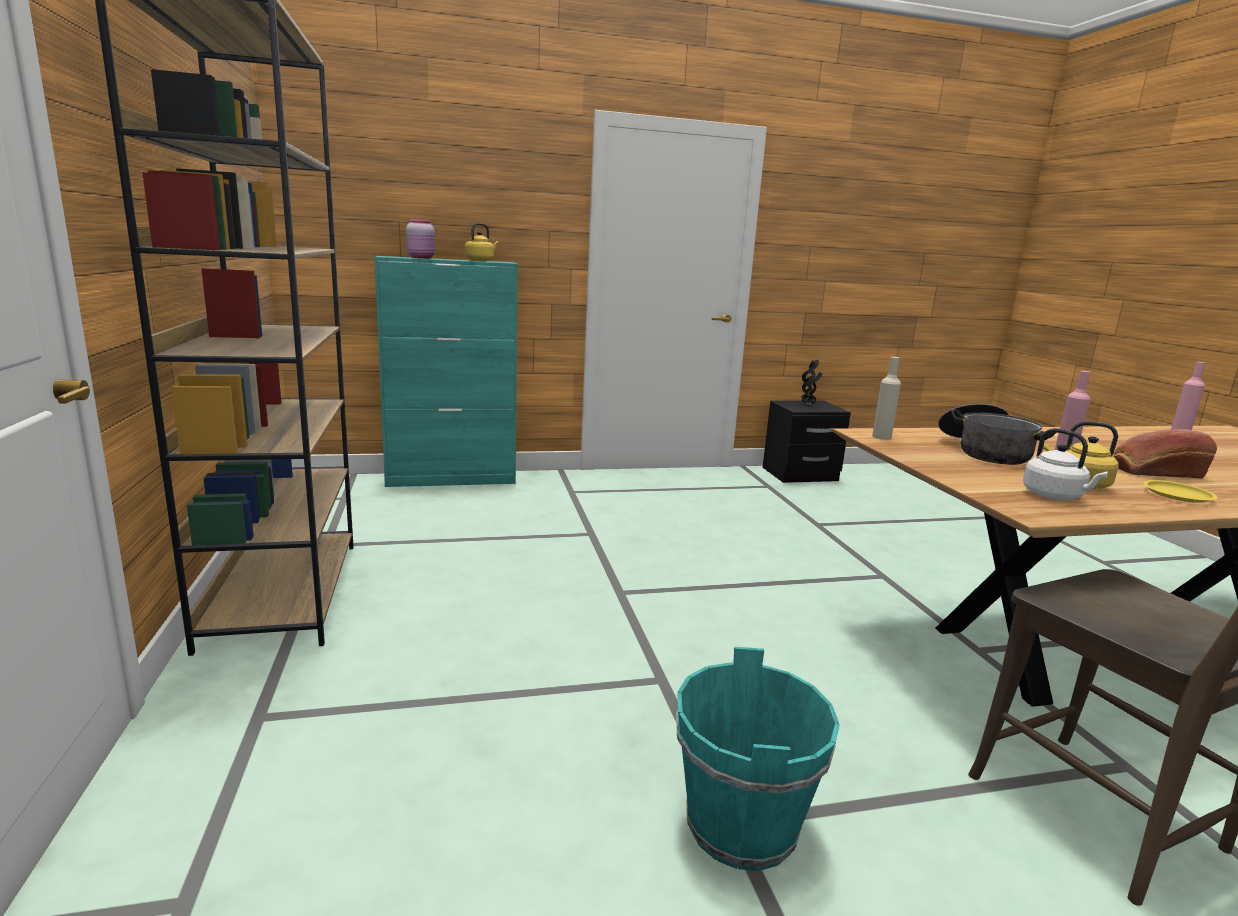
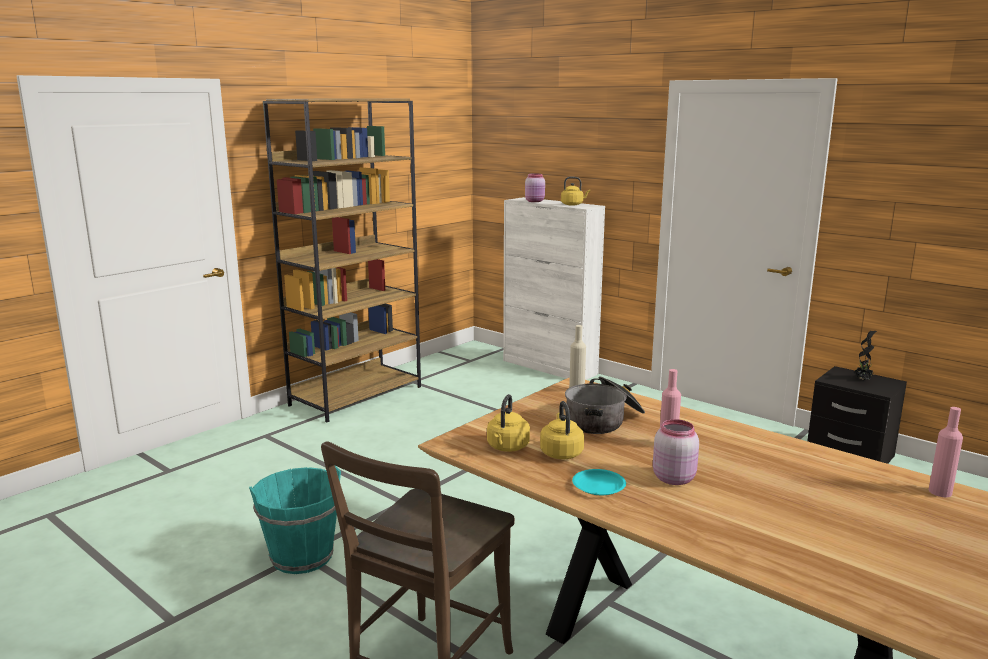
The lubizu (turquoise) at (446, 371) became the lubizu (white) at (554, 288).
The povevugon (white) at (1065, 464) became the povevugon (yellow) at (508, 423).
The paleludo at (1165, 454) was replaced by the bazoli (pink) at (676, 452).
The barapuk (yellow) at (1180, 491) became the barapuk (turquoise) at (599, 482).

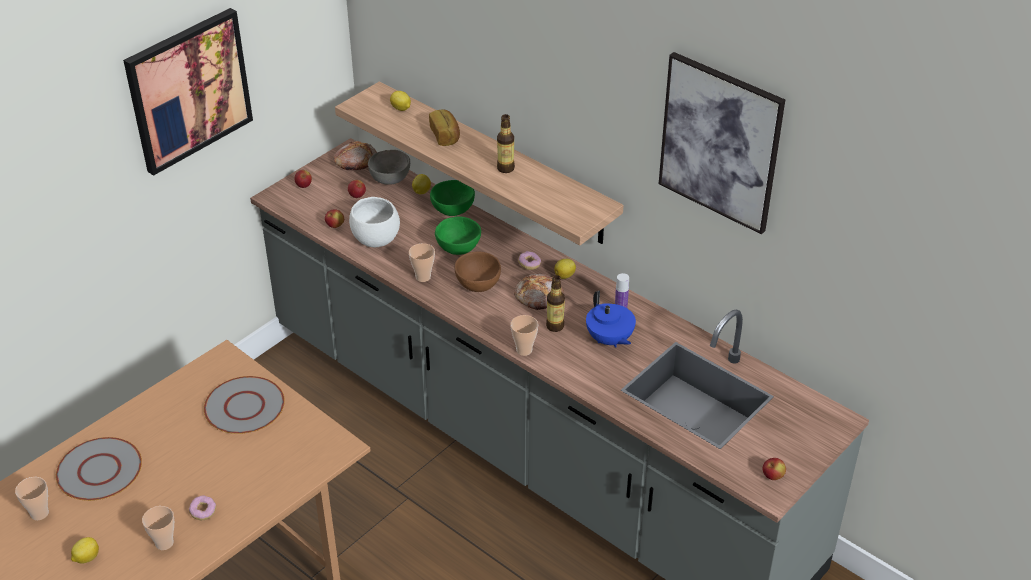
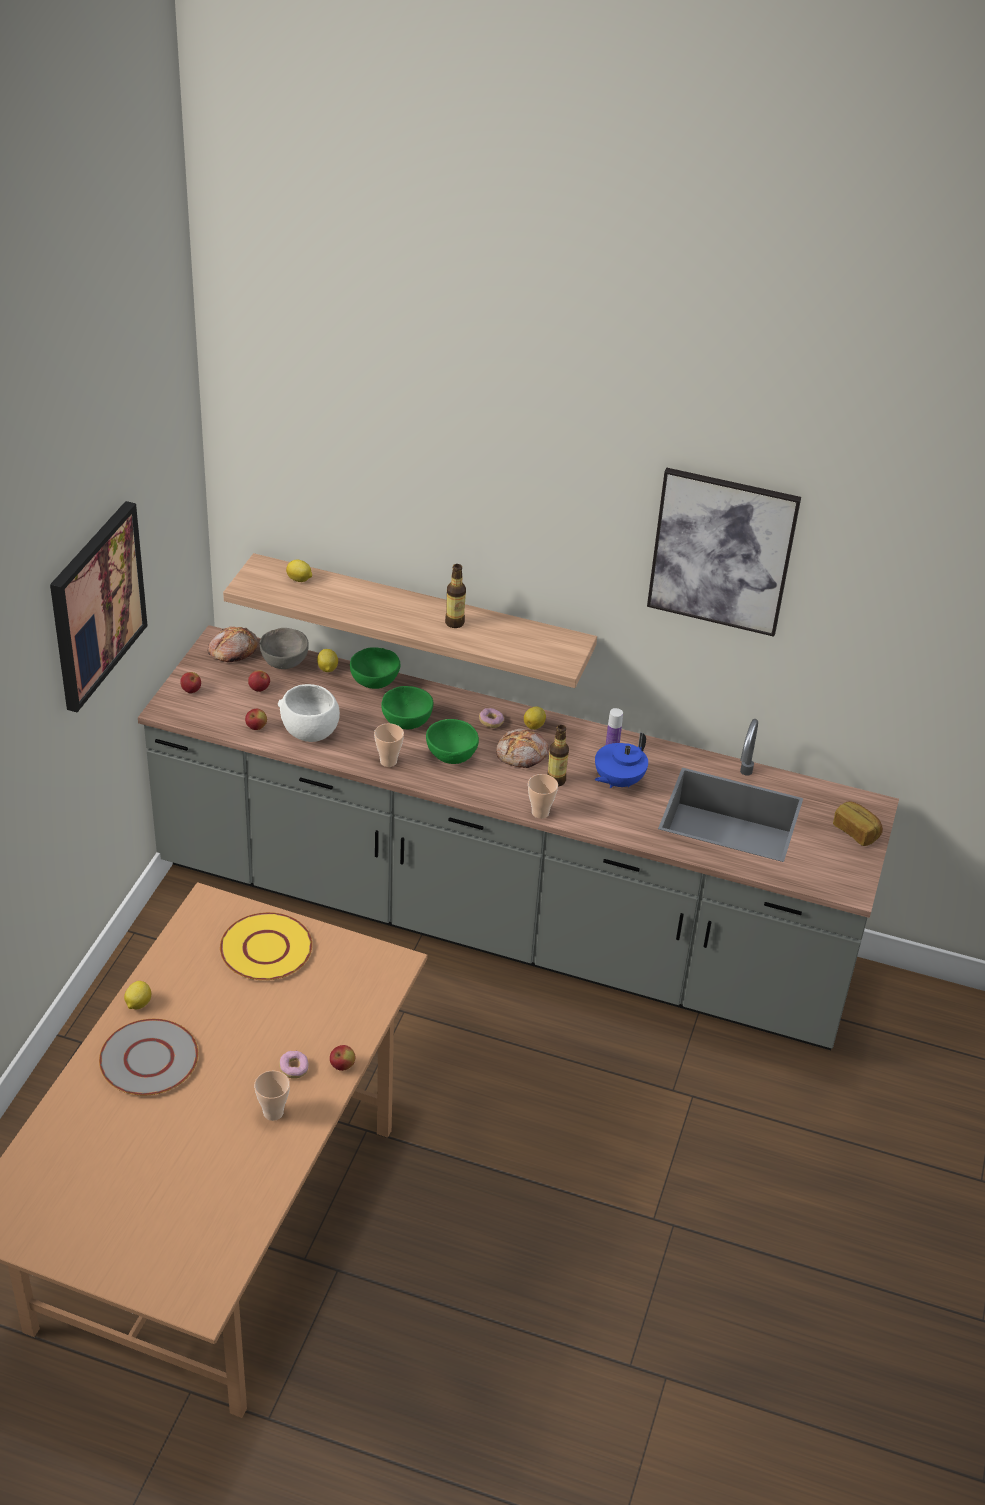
The paleludo moved from (444, 127) to (858, 823).
The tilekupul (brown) at (478, 271) became the tilekupul (green) at (452, 741).
The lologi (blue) at (611, 319) turned 90 degrees clockwise.
The barapuk (grey) at (244, 405) became the barapuk (yellow) at (266, 946).
The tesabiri moved from (774, 469) to (342, 1058).
The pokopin at (32, 498) disappeared.
The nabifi moved from (85, 550) to (137, 995).

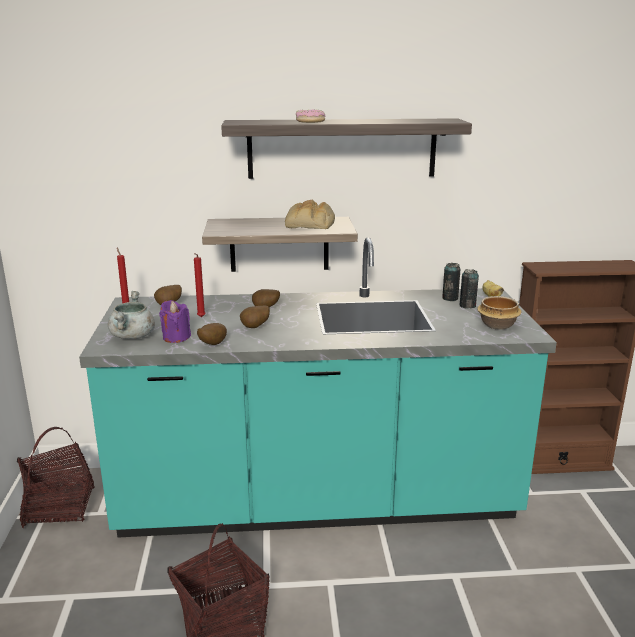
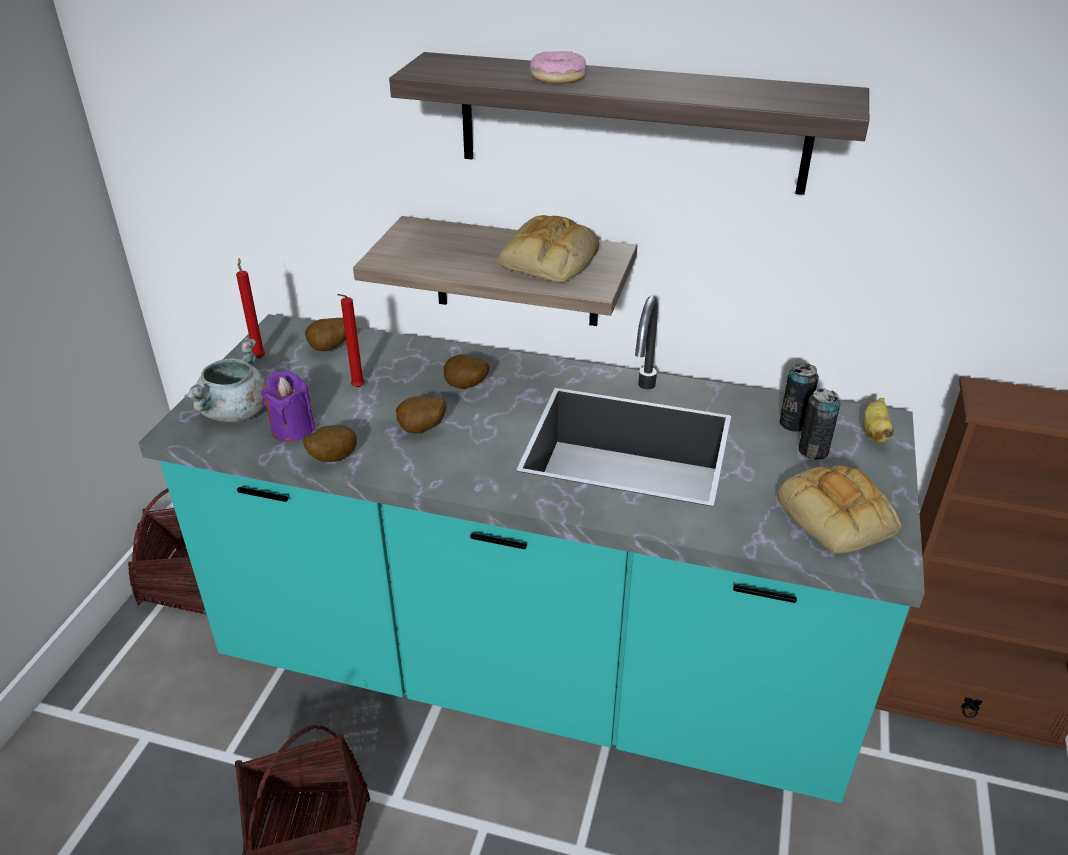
The tilekupul at (499, 313) was replaced by the paleludo at (839, 509).

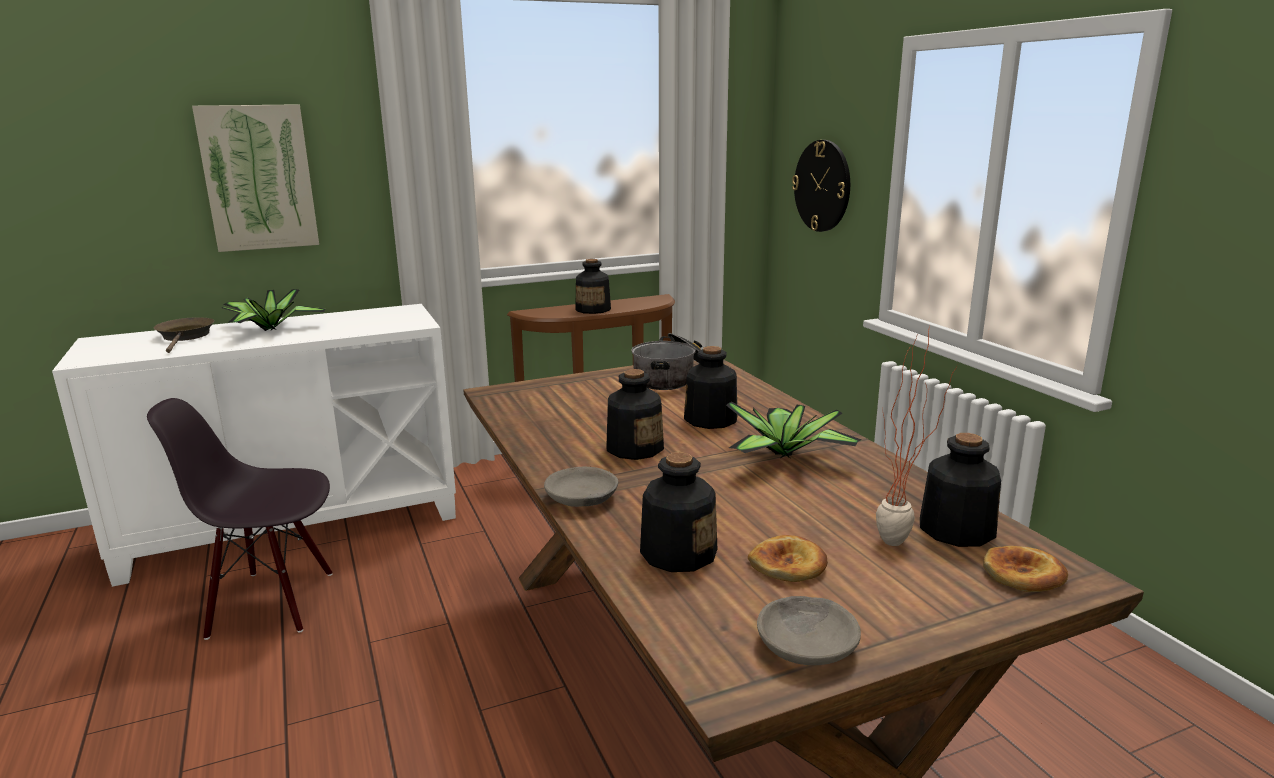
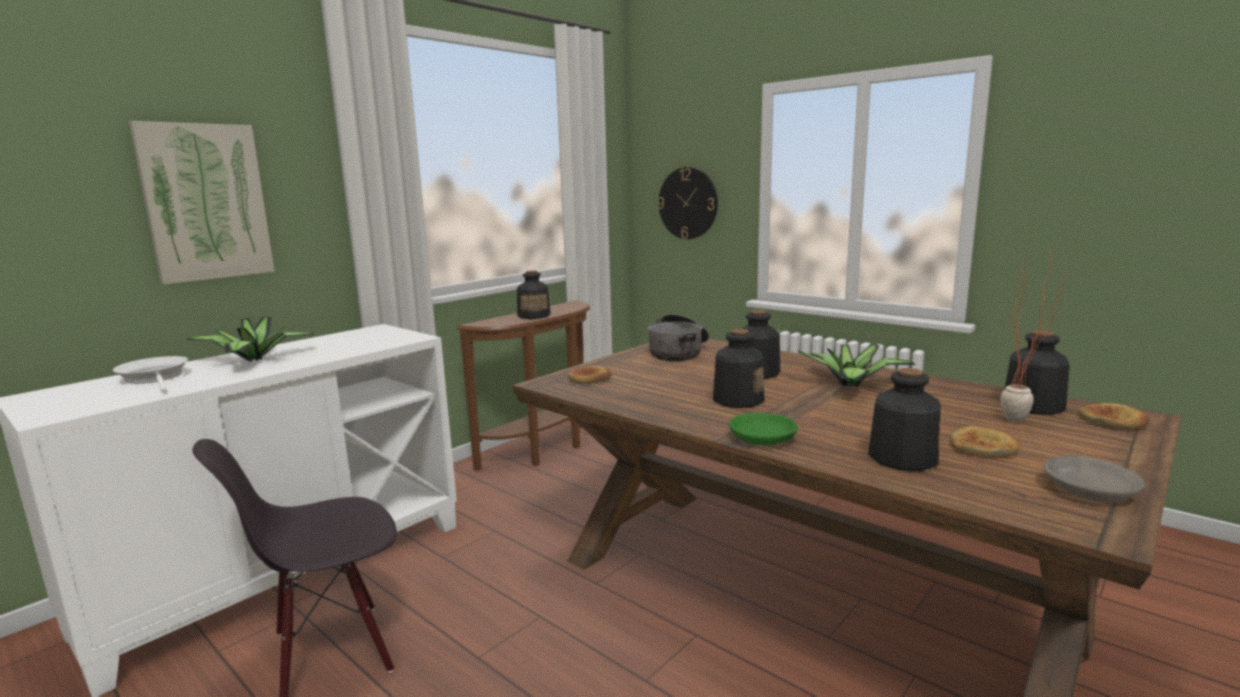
The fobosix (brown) at (184, 335) became the fobosix (white) at (150, 374).
The tilekupul (grey) at (581, 487) became the tilekupul (green) at (763, 429).
The paleludo at (590, 375) appeared.

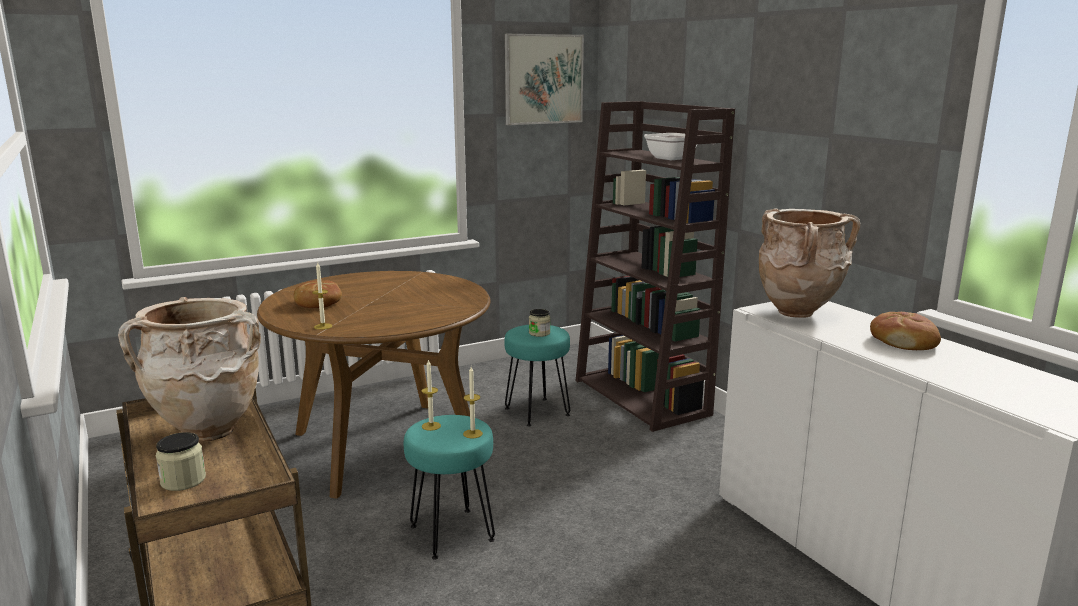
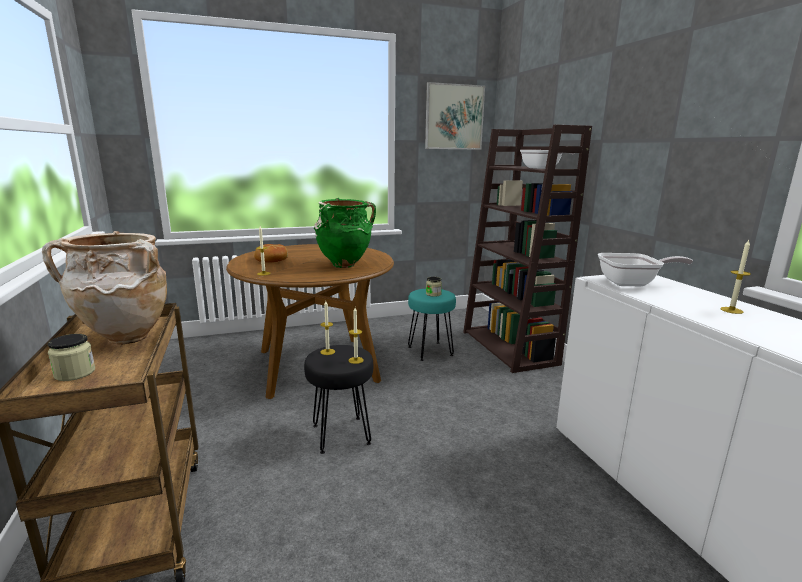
The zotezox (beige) at (810, 263) was replaced by the fobosix at (645, 269).
The paleludo at (905, 331) was replaced by the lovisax at (735, 277).
The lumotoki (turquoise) at (449, 487) became the lumotoki (black) at (338, 399).
The zotezox (green) at (345, 233) appeared.

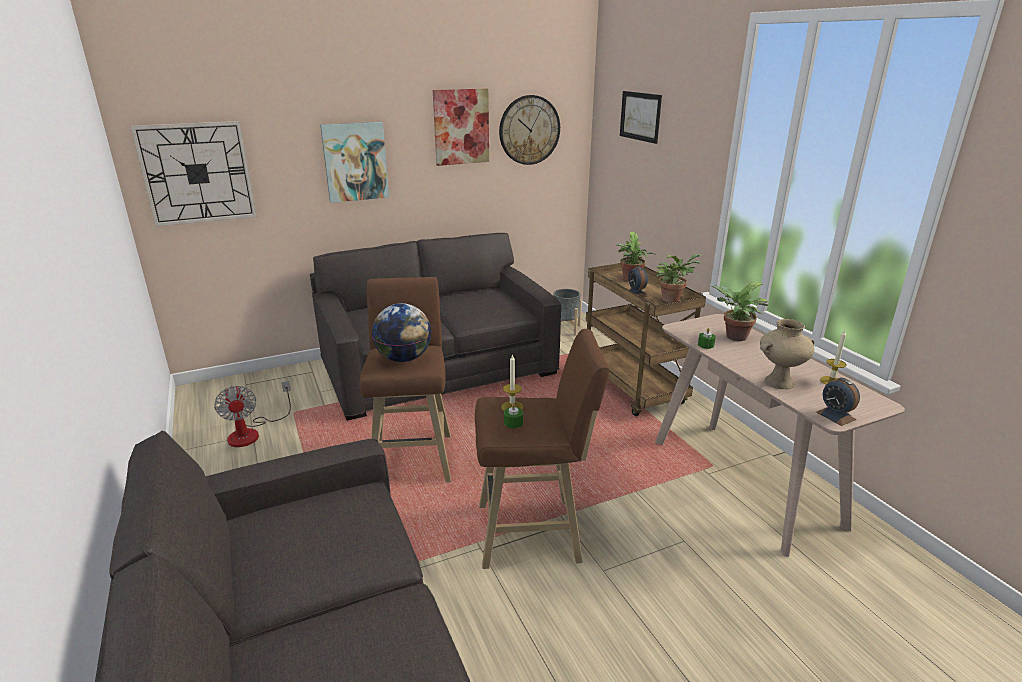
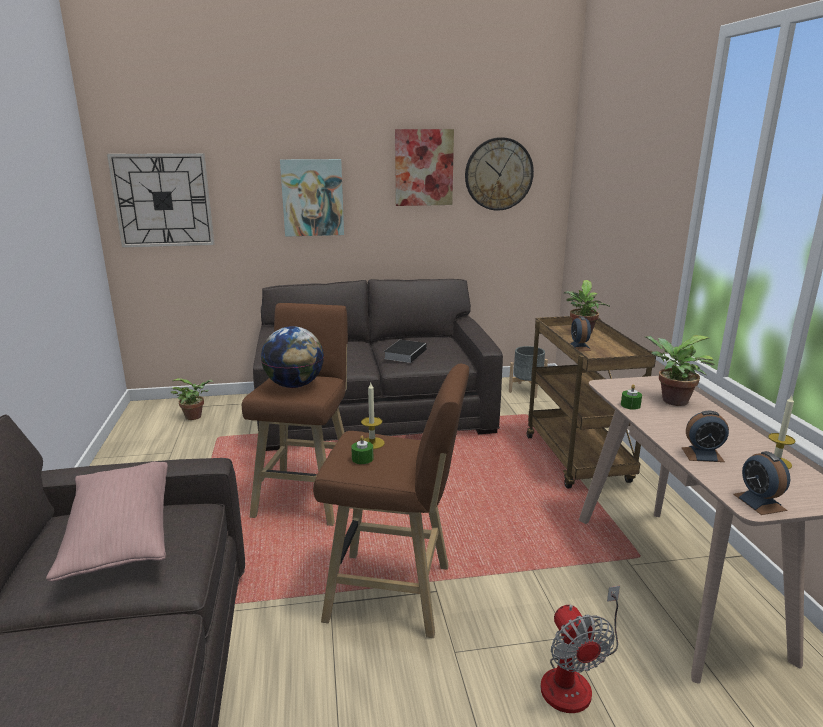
The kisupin at (641, 117) disappeared.
The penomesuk moved from (679, 278) to (192, 399).
The zotezox (beige) at (787, 354) was replaced by the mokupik at (705, 436).
The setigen moved from (252, 414) to (580, 649).
The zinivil at (405, 351) appeared.
The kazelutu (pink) at (107, 522) appeared.

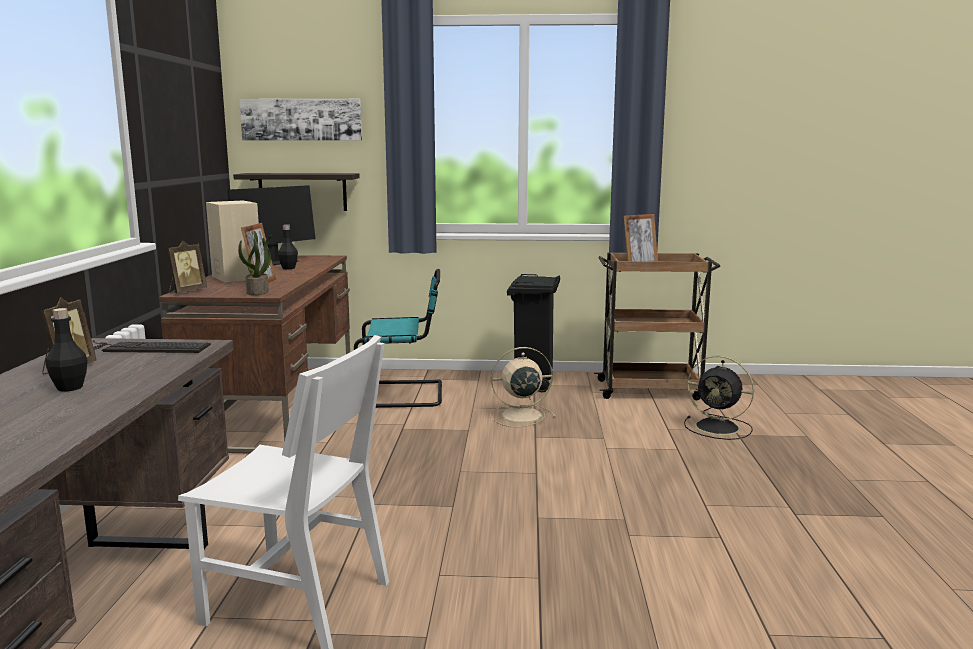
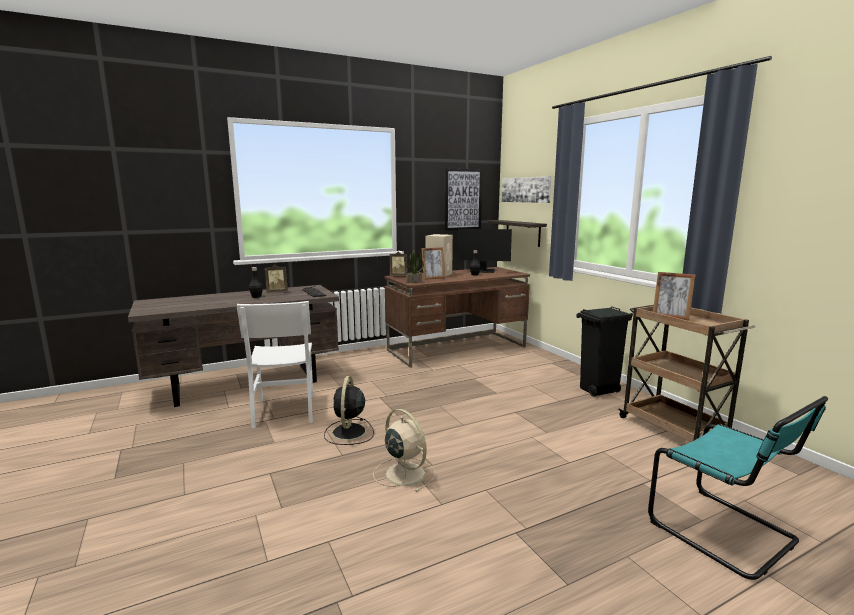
The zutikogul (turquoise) moved from (398, 338) to (738, 488).
The setigen (beige) moved from (523, 387) to (404, 450).
The setigen (black) moved from (719, 398) to (349, 410).
The kisupin at (464, 199) appeared.

